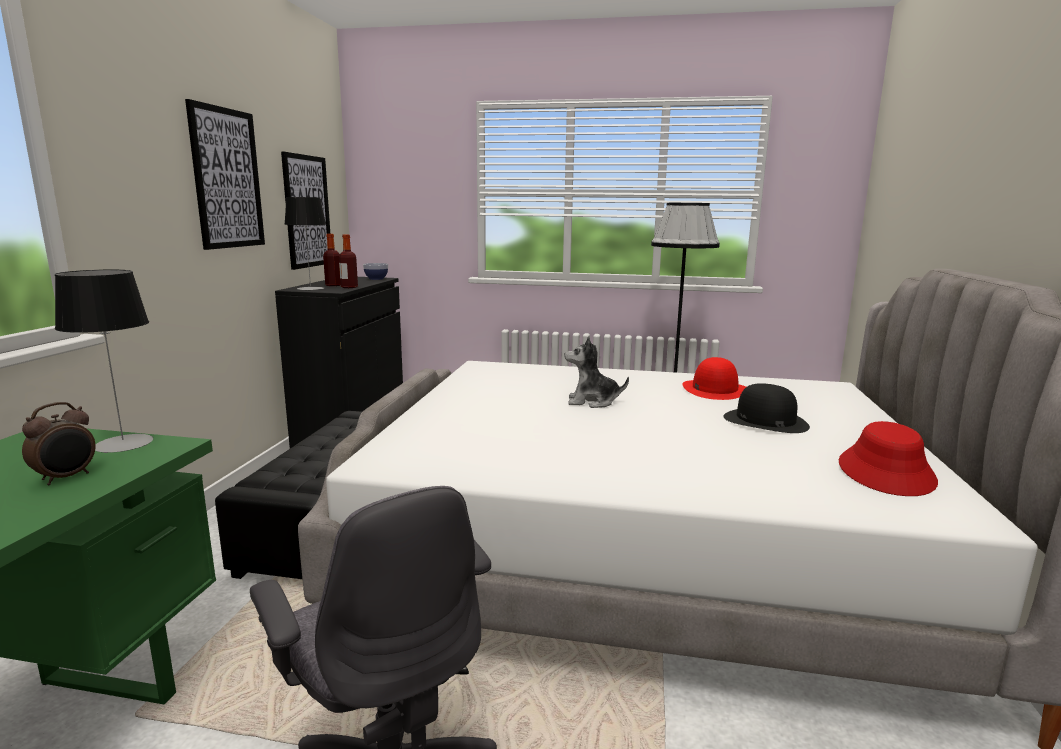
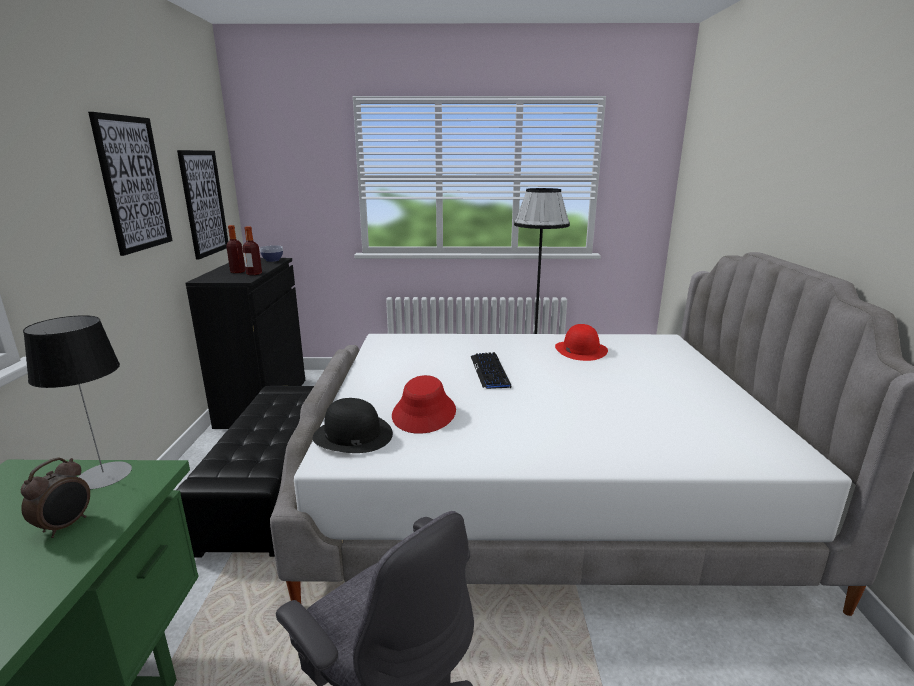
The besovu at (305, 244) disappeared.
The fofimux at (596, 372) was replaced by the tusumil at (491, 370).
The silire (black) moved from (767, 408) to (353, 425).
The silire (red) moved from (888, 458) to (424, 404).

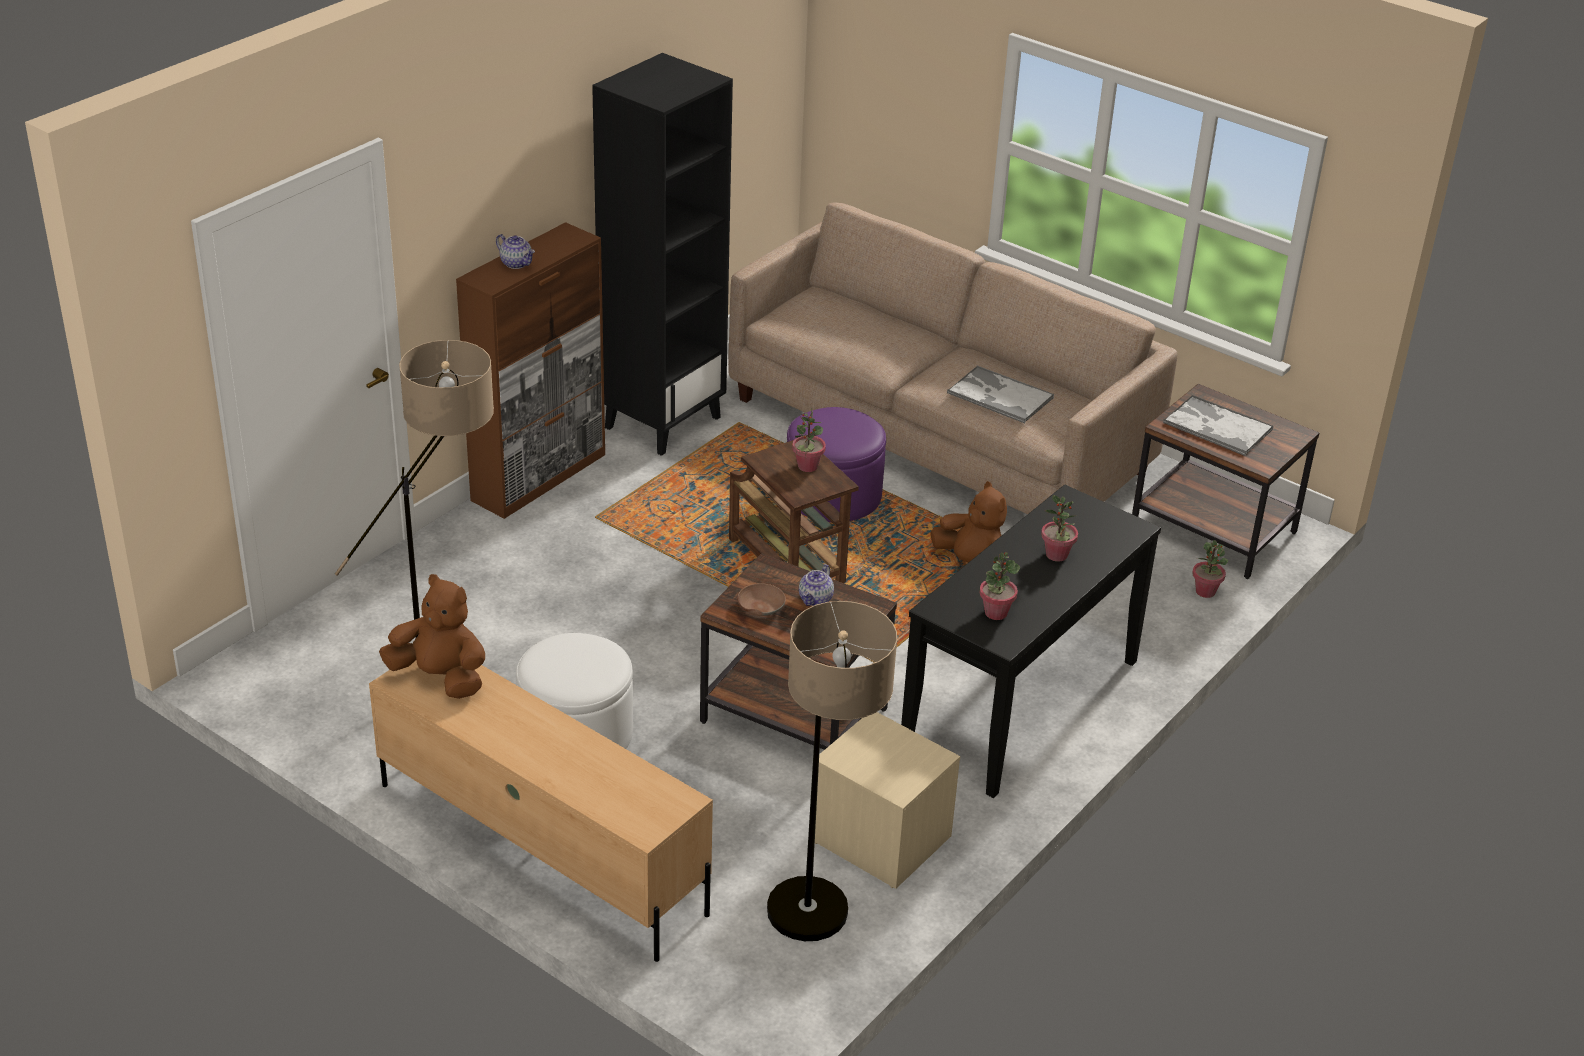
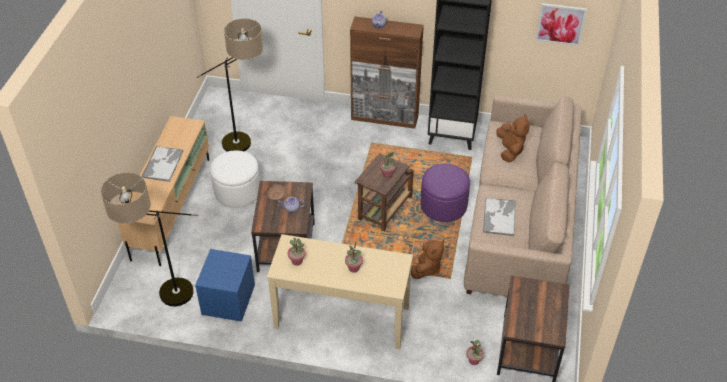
The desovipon moved from (1218, 425) to (162, 164).
The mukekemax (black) at (1031, 641) became the mukekemax (beige) at (340, 292).
The fofimux (brown) moved from (432, 636) to (512, 138).
The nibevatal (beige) at (887, 800) became the nibevatal (blue) at (225, 285).
The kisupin at (561, 24) appeared.

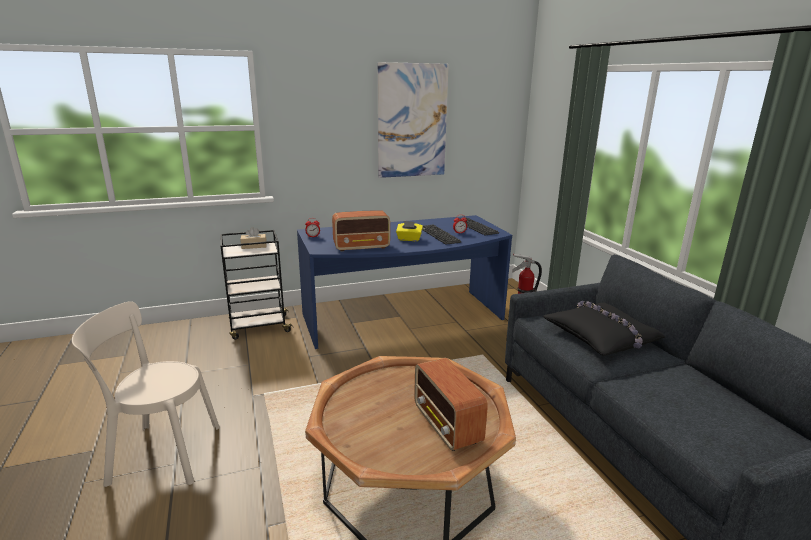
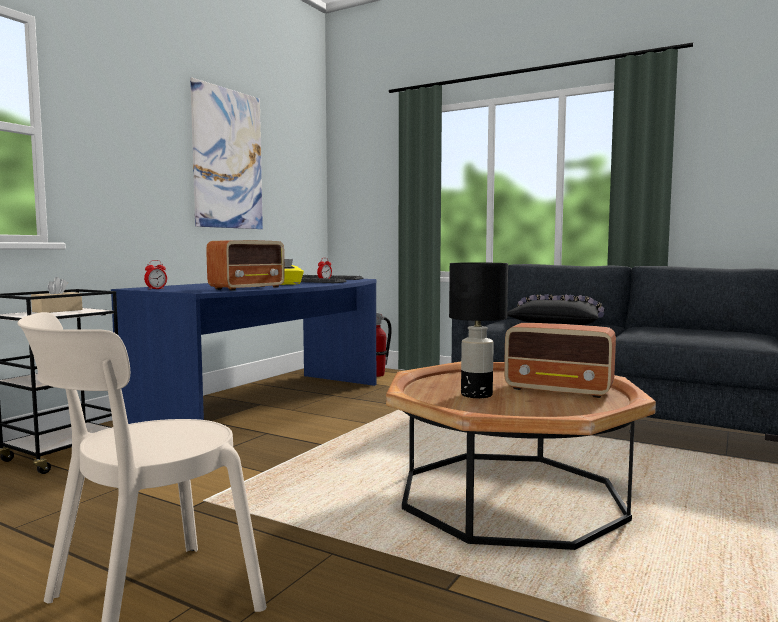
The besovu (black) at (478, 330) appeared.

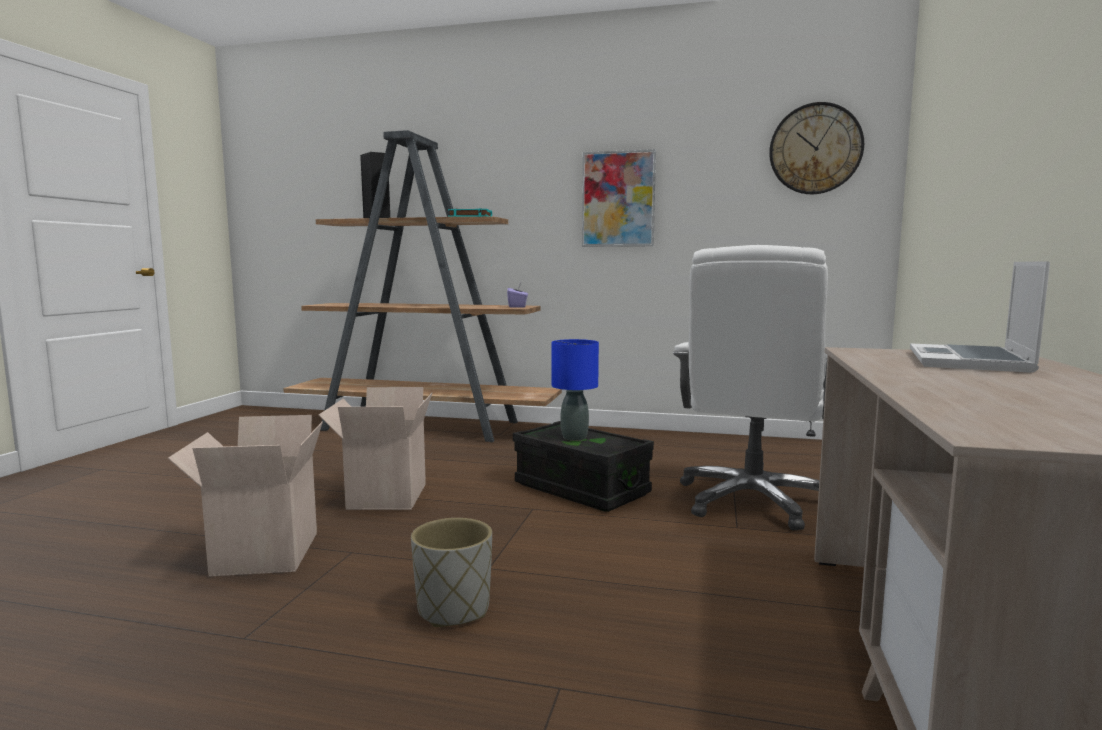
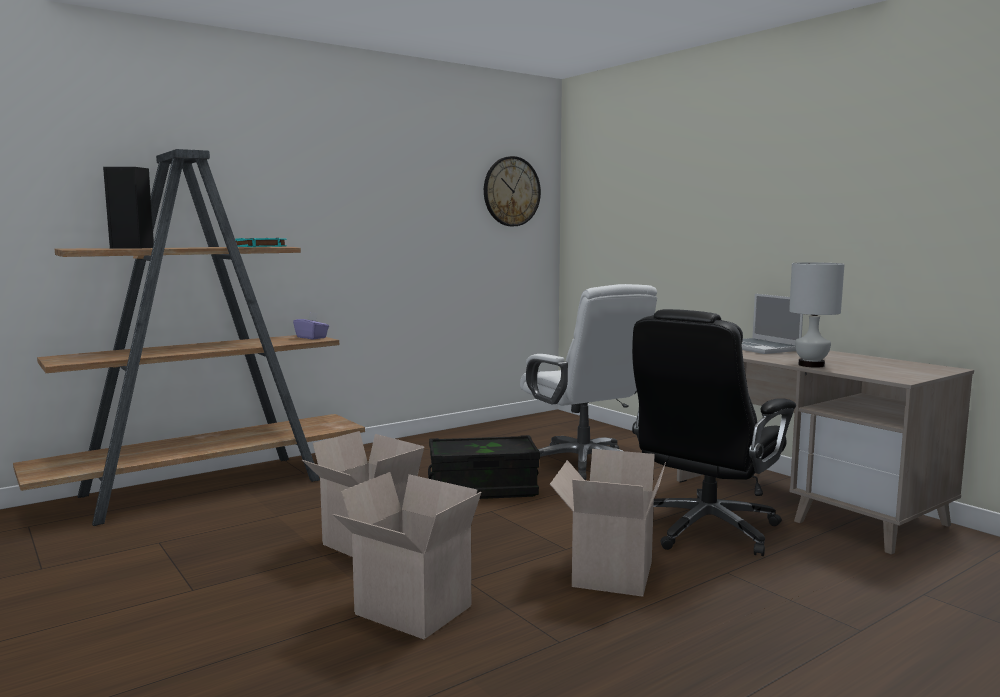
The kisupin at (619, 198) disappeared.
The besovu (blue) at (575, 390) disappeared.
The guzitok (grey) at (451, 572) was replaced by the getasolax at (608, 523).
The besovu (white) at (817, 315) appeared.
The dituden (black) at (714, 432) appeared.

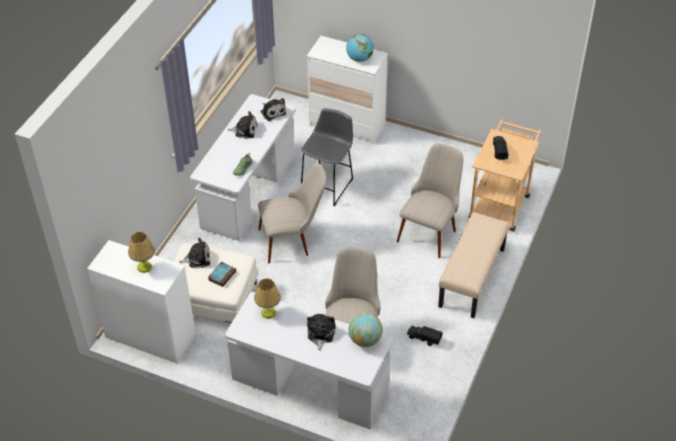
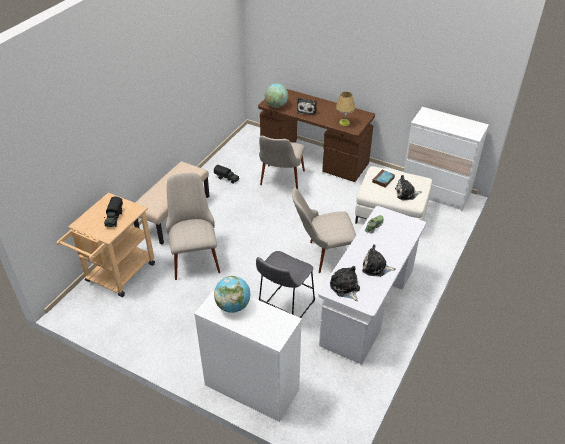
The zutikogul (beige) at (430, 201) turned 135 degrees clockwise.
The besovu at (141, 252) disappeared.
The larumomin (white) at (308, 360) became the larumomin (brown) at (316, 135).

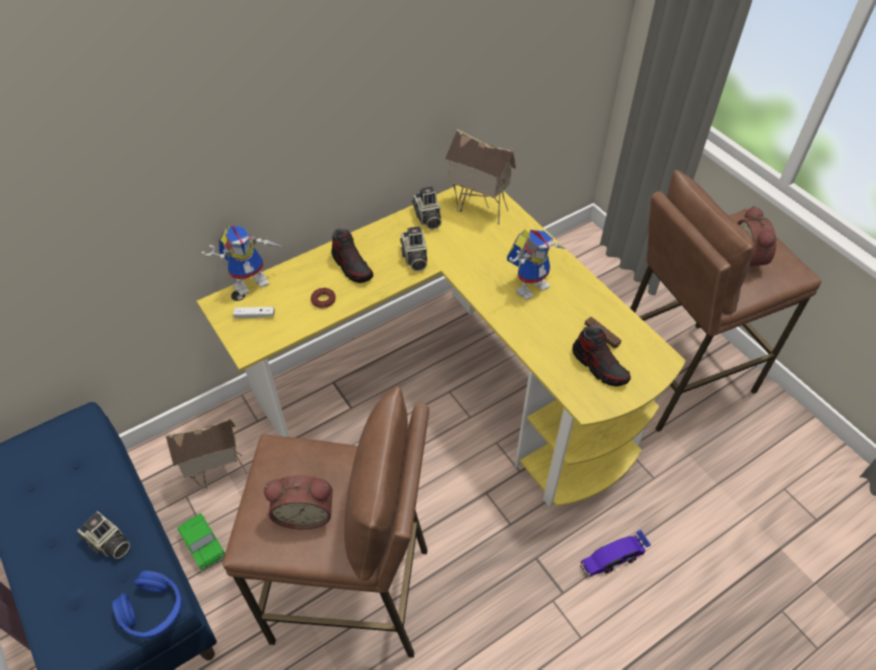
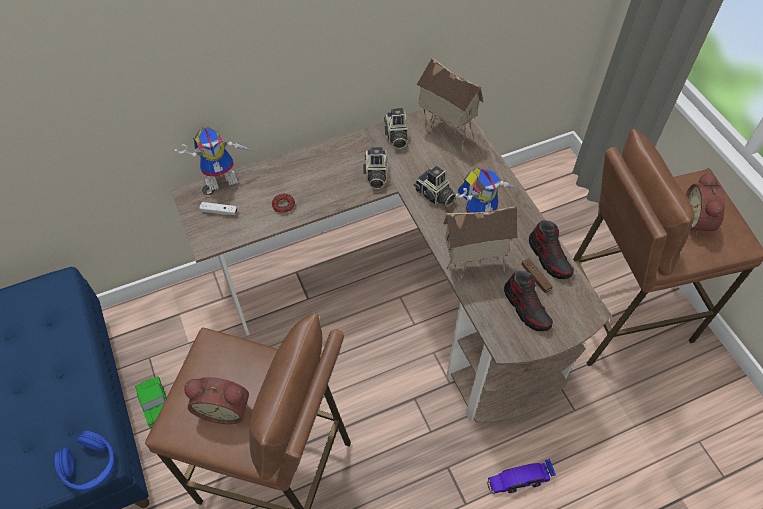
The larumomin (yellow) at (441, 346) became the larumomin (brown) at (391, 266).
The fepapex moved from (352, 256) to (551, 249).
The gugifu moved from (206, 455) to (480, 244).
The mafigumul moved from (103, 535) to (435, 186).

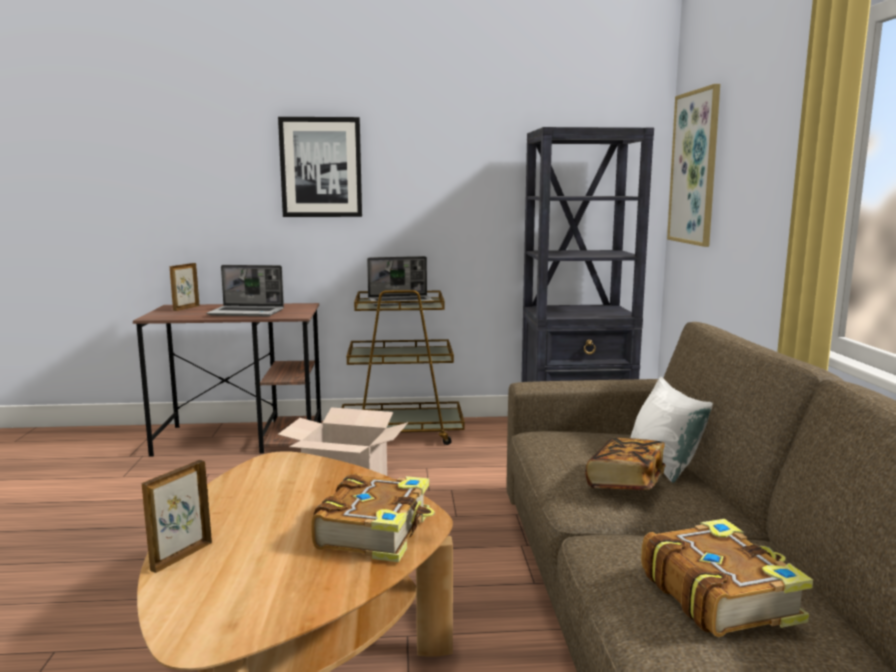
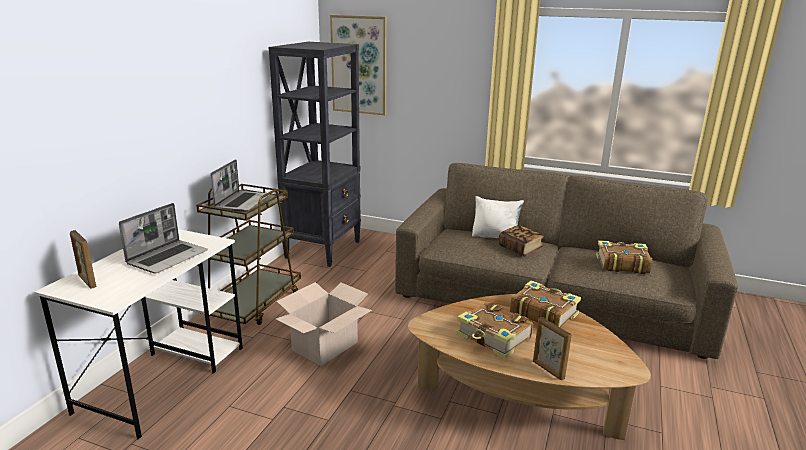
The kisupin at (320, 167) disappeared.
The larumomin (brown) at (227, 379) became the larumomin (white) at (138, 334).
The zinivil at (495, 330) appeared.

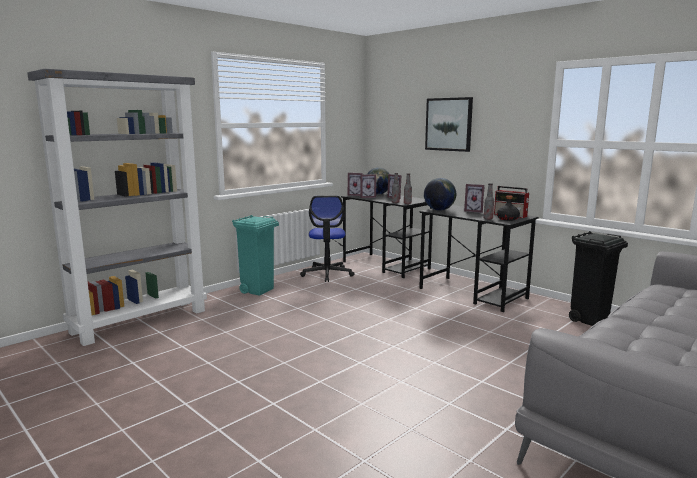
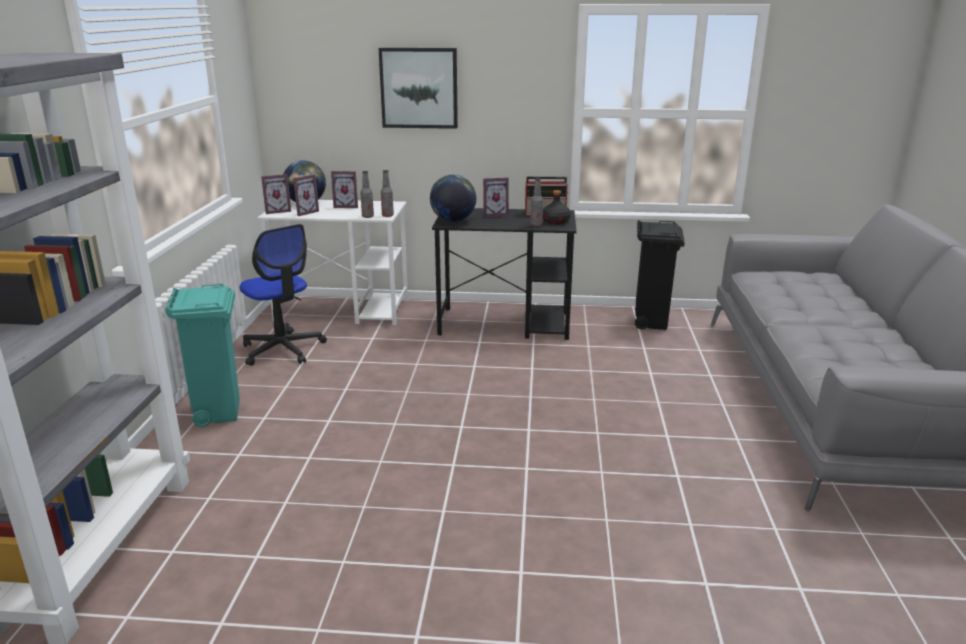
The larumomin (black) at (387, 235) became the larumomin (white) at (332, 262).

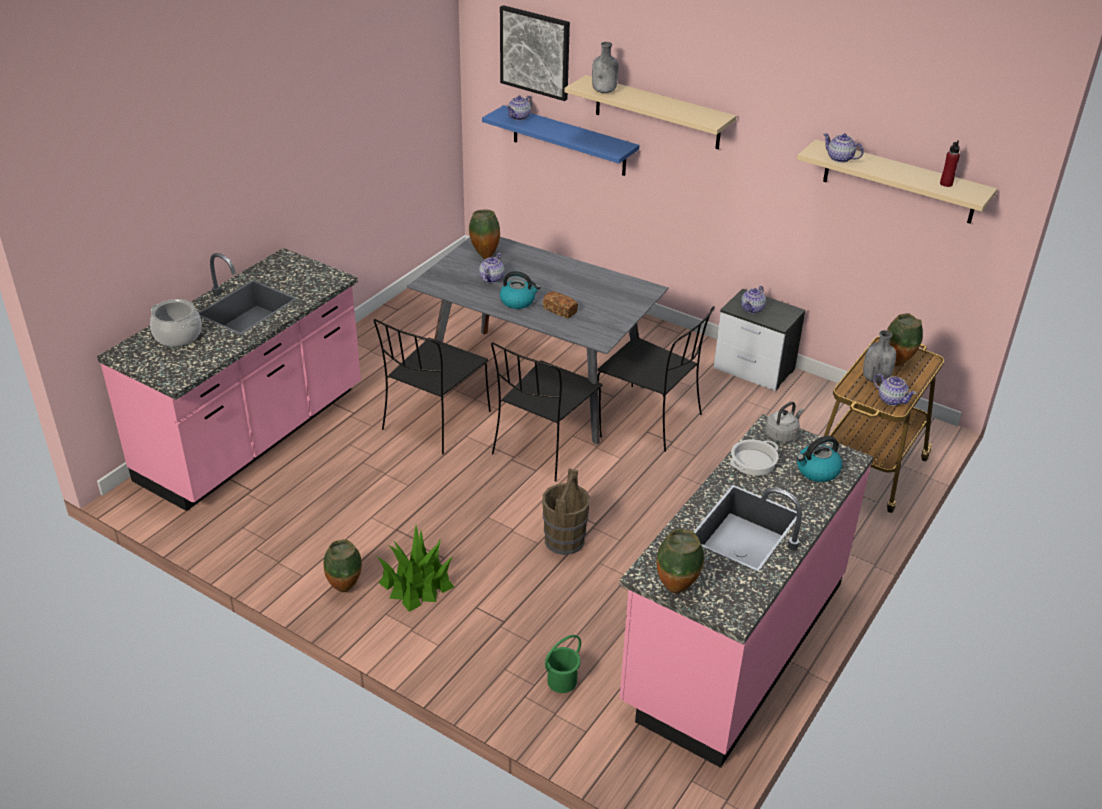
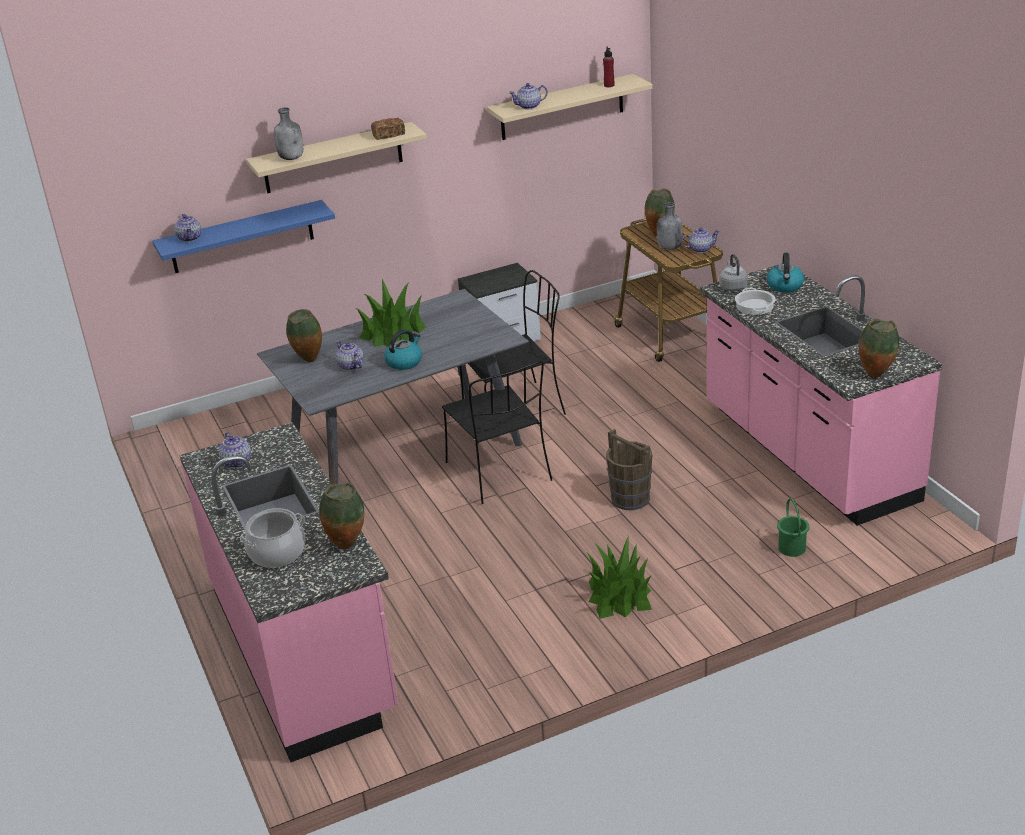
The kisupin at (535, 53) disappeared.
The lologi moved from (753, 300) to (235, 450).
The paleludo moved from (560, 305) to (388, 129).
The zutikogul (black) at (432, 386) disappeared.
The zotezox moved from (343, 565) to (341, 515).
The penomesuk at (391, 313) appeared.

